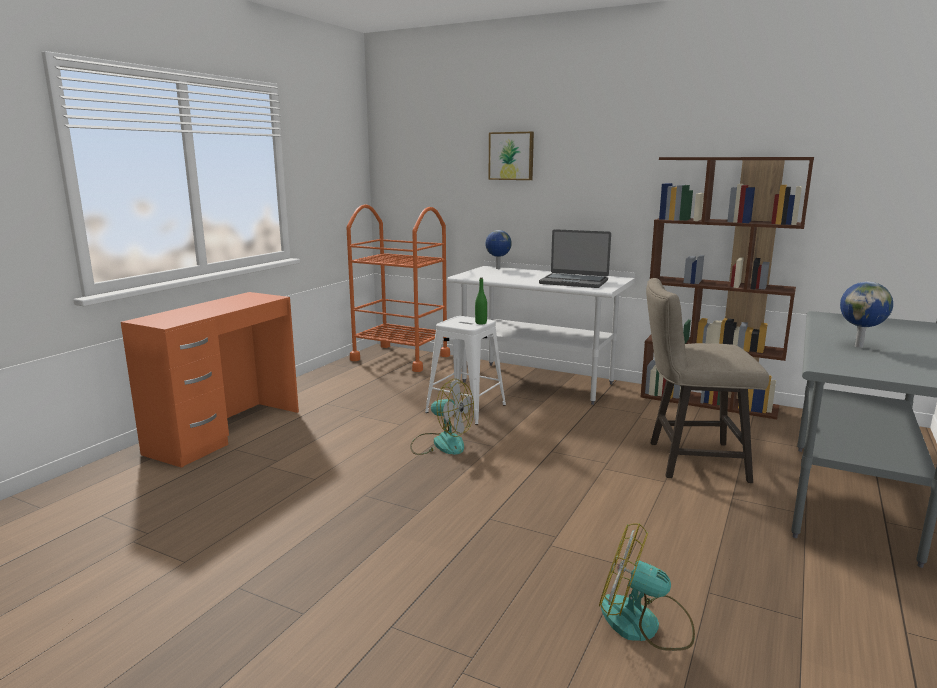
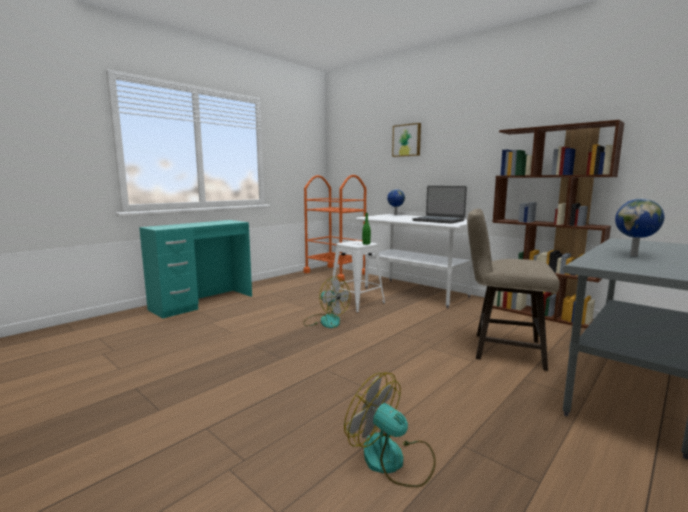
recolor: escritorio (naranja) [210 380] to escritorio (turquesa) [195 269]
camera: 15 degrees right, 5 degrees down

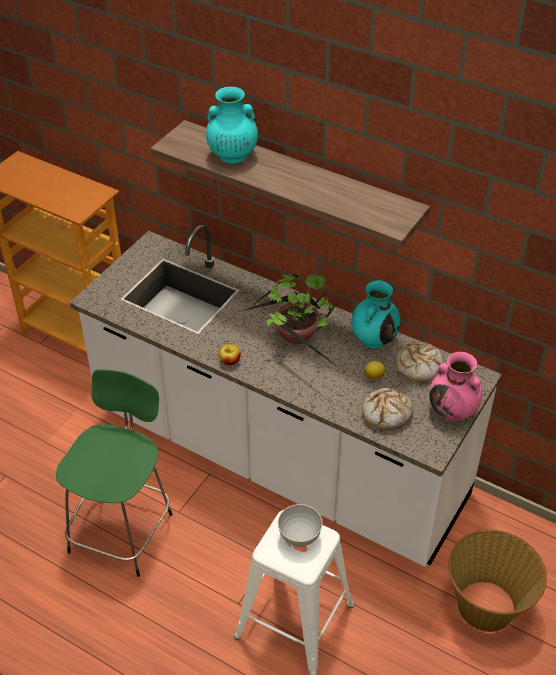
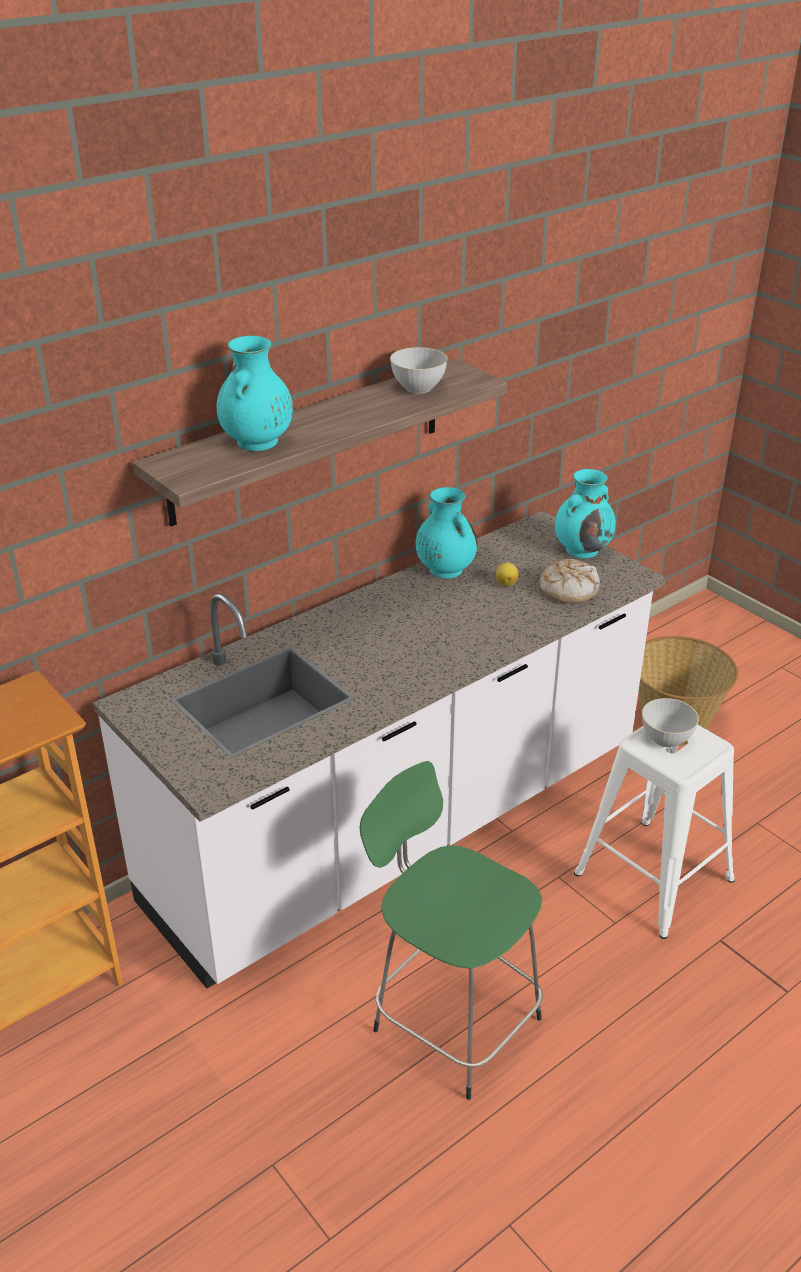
delete: planta en maceta [291 321]; pan [419 361]; manzana [230 354]
insert: cuenco (gris) [419 370]
recolor: florero (rosa) [456 386] to florero (turquesa) [585 514]
camera: 70 degrees left, 10 degrees down

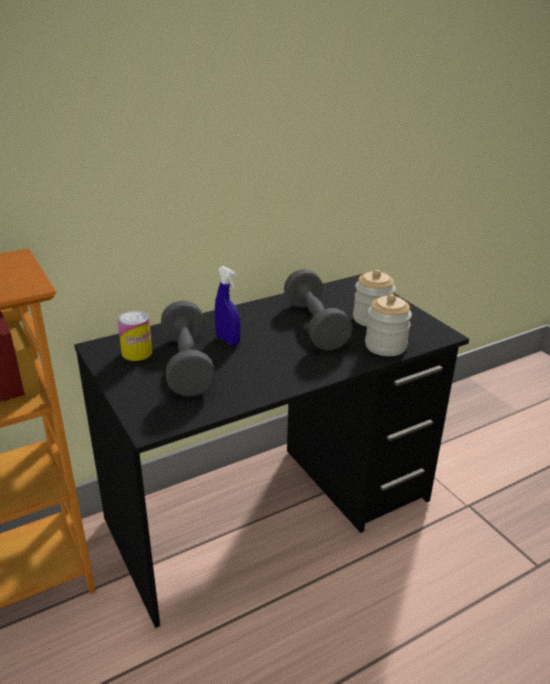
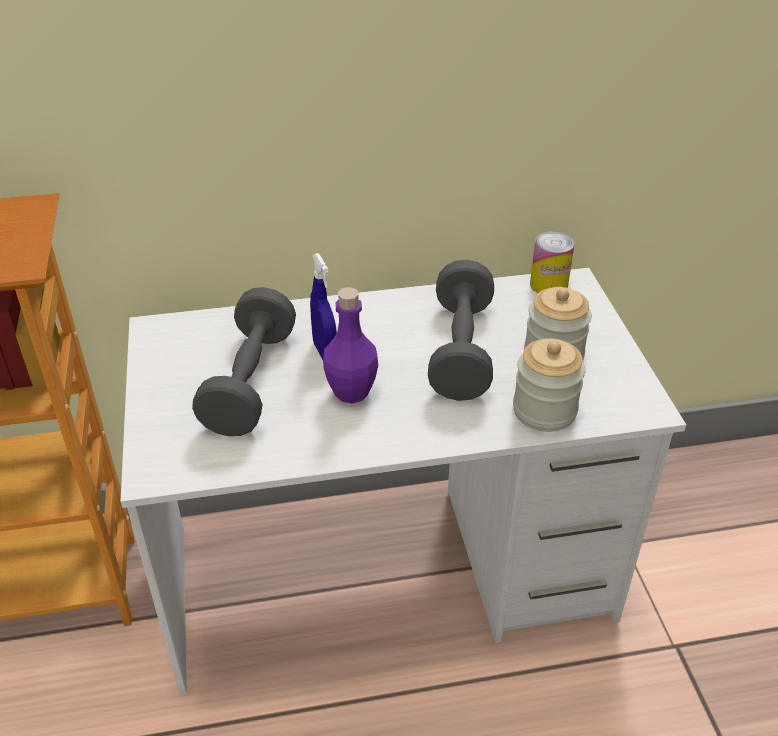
insert: botella (morado) [350 345]
move: lata [134 336] to [552 262]
recolor: escritorio (negro) [271 451] to escritorio (blanco) [403 481]
camera: 20 degrees right, 10 degrees up

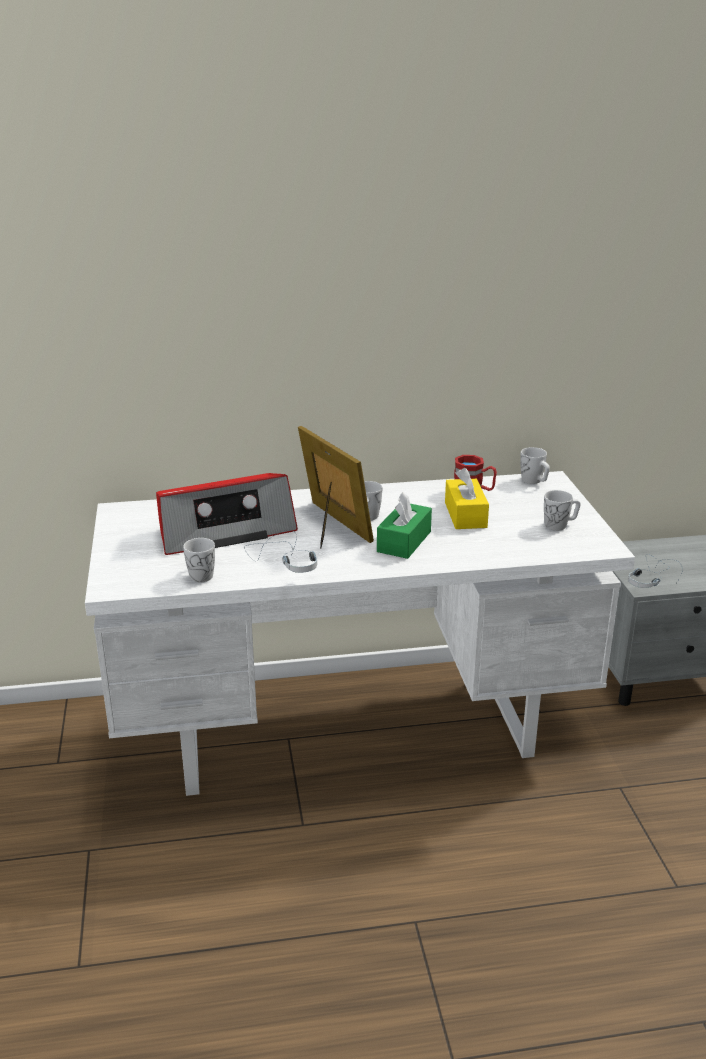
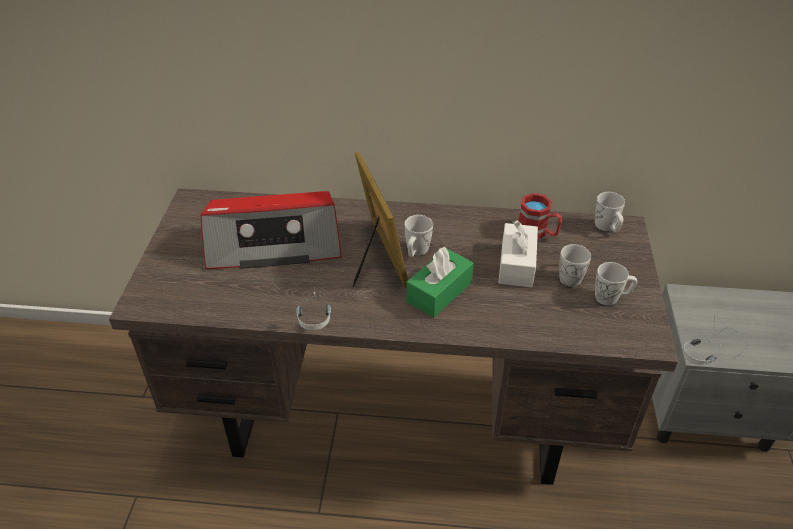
move: taza grande (blanco) [199 560] to [575 265]
recolor: caja de pañuelos (amarillo) [467 498] to caja de pañuelos (blanco) [518 253]; escritorio (blanco) [360 633] to escritorio (marrón) [393 336]
camera: 15 degrees right, 15 degrees up

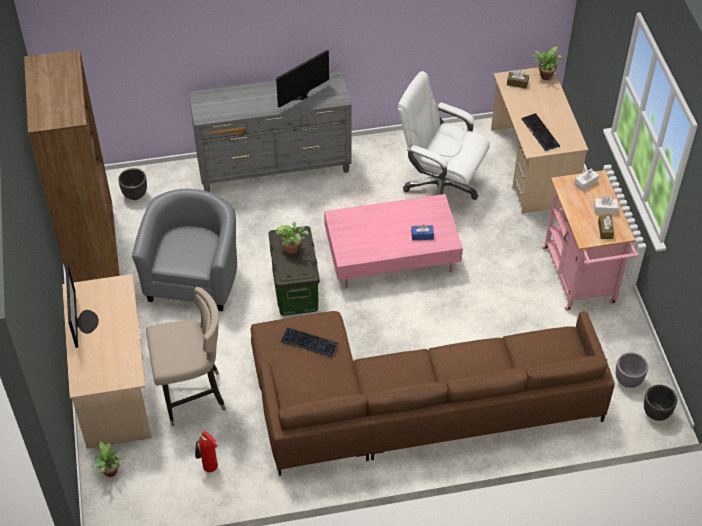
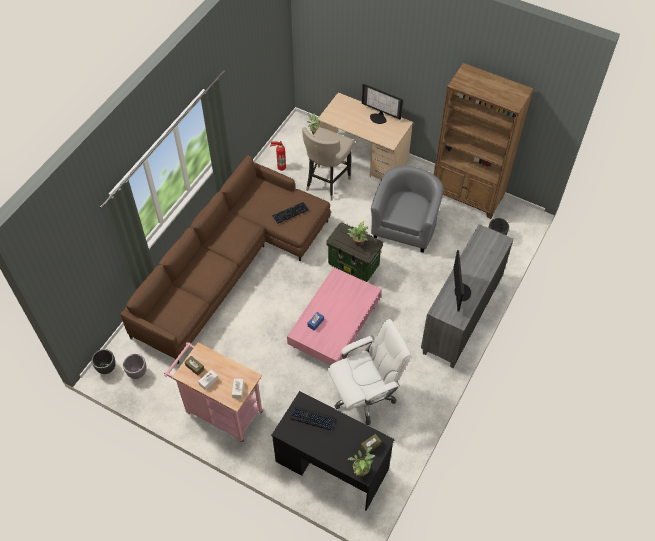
recolor: escritorio (beis) [540 140] to escritorio (negro) [333 451]
rotate: sillón (gris) [184 250] = [407 209] 120 degrees counterclockwise
camera: 130 degrees right, 5 degrees up

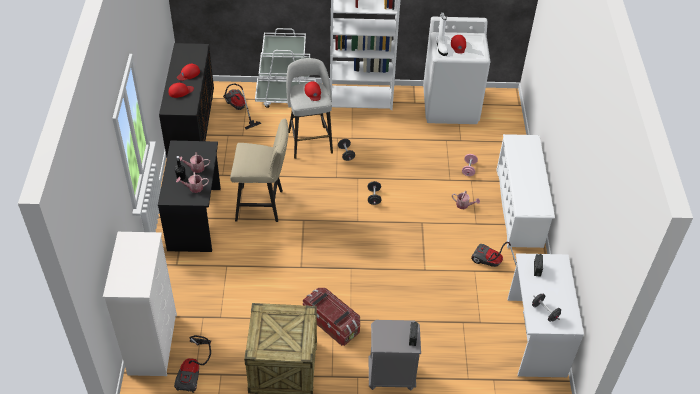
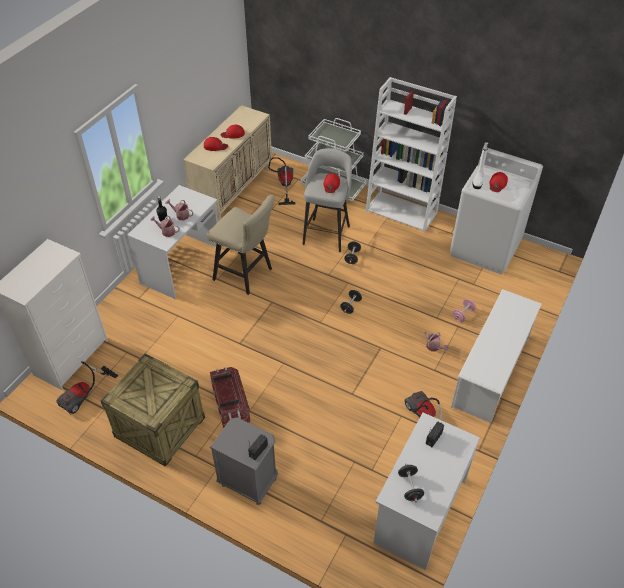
recolor: armario (negro) [186 100] to armario (beis) [227 163]; escritorio (negro) [189 196] to escritorio (blanco) [172 242]
camera: 30 degrees right, 0 degrees up

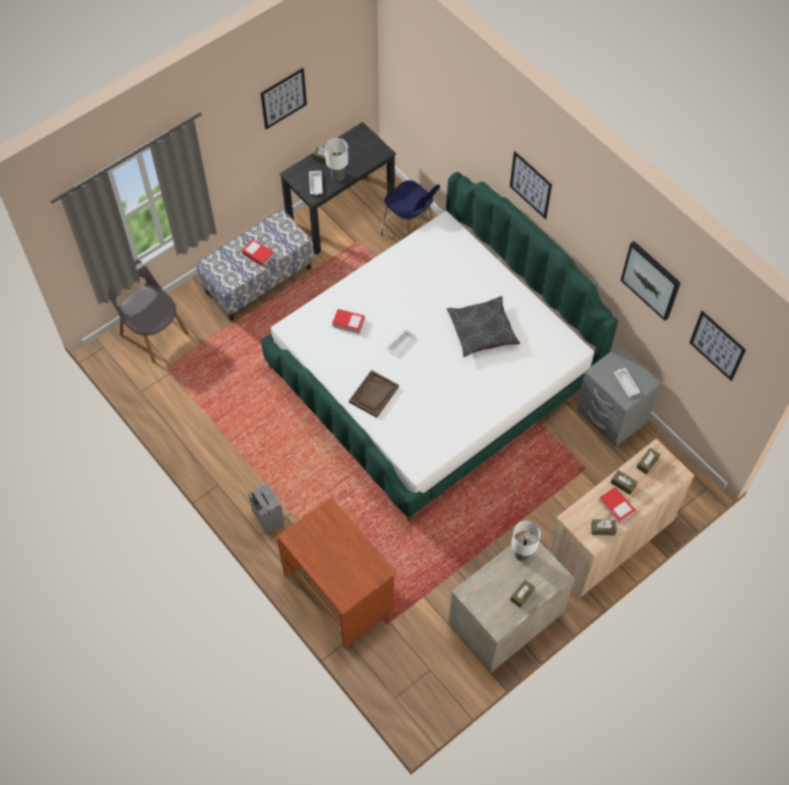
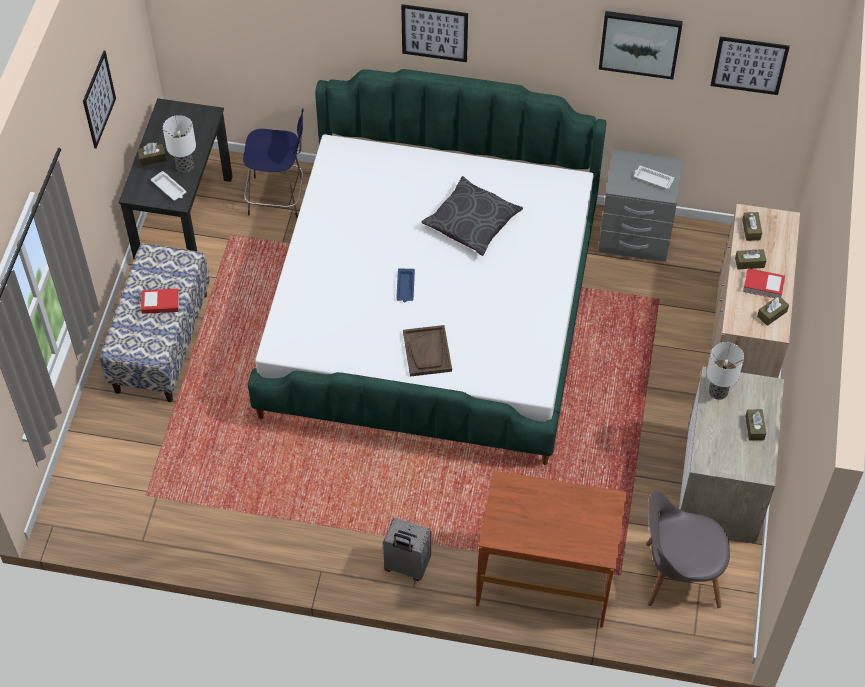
delete: libro [348 321]
move: silla (gris) [148 311] to [688 549]
recolor: bandeja (blanco) [401 342] to bandeja (azul) [405 286]
camera: 40 degrees left, 5 degrees down

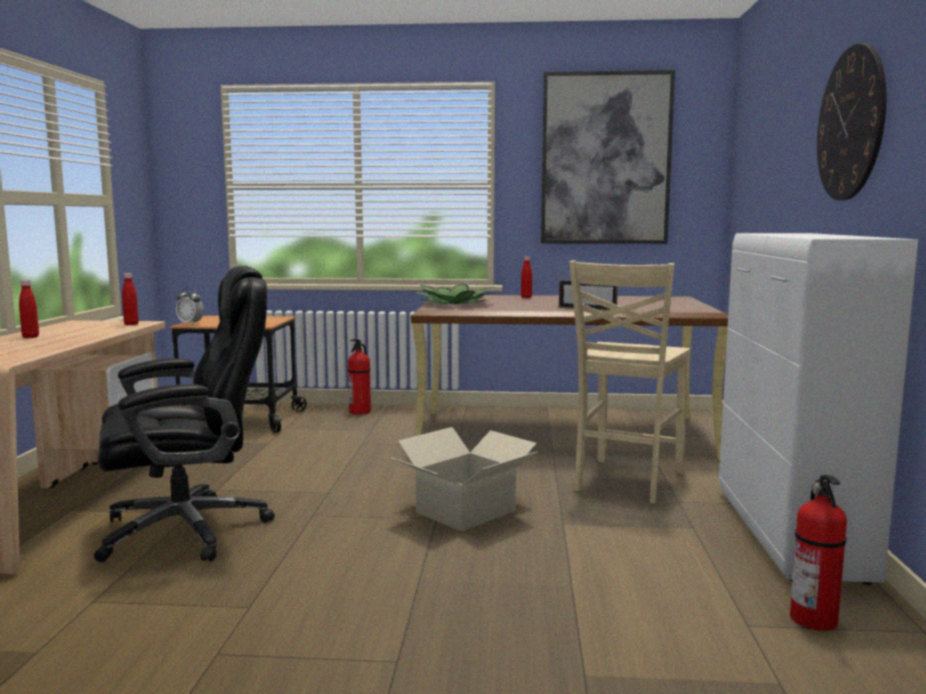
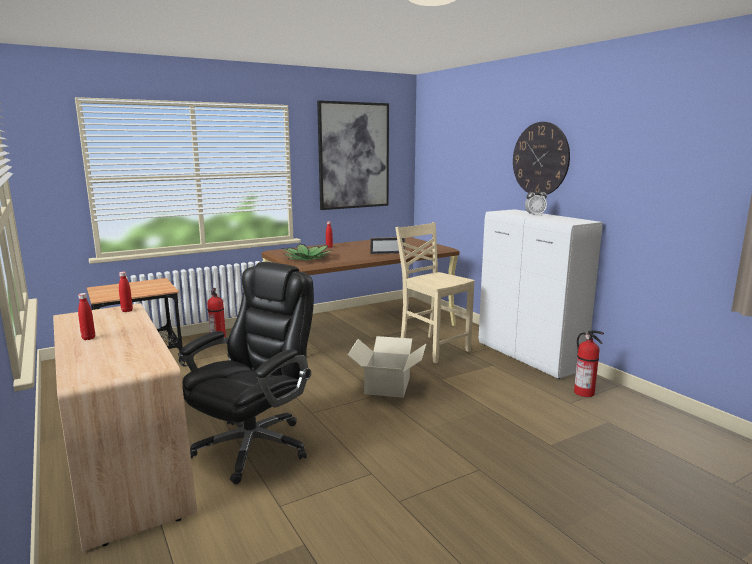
move: despertador [190 306] to [536 202]
rotate: silla (beis) [629 382] = [435 292] 150 degrees clockwise
camera: 35 degrees left, 5 degrees up

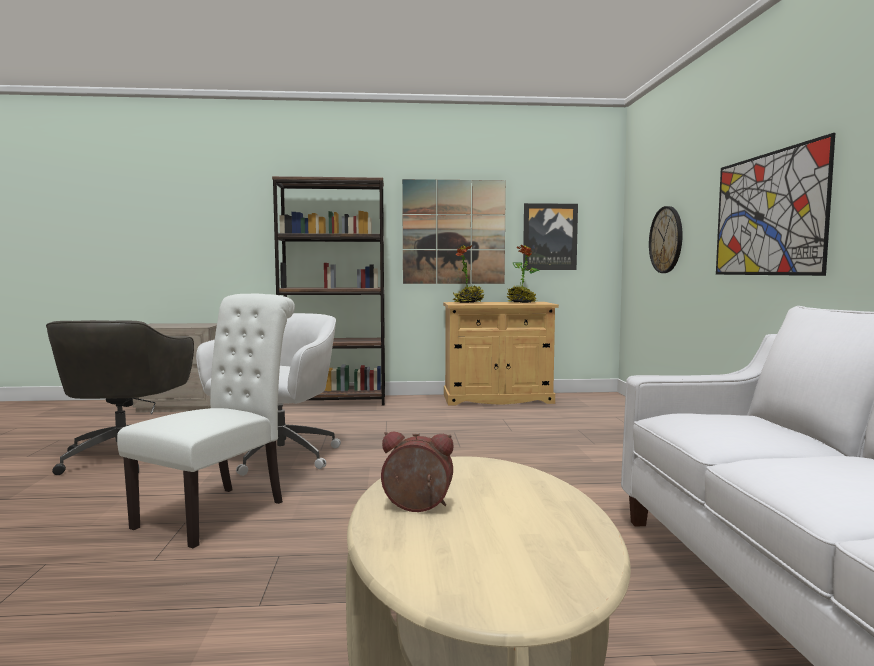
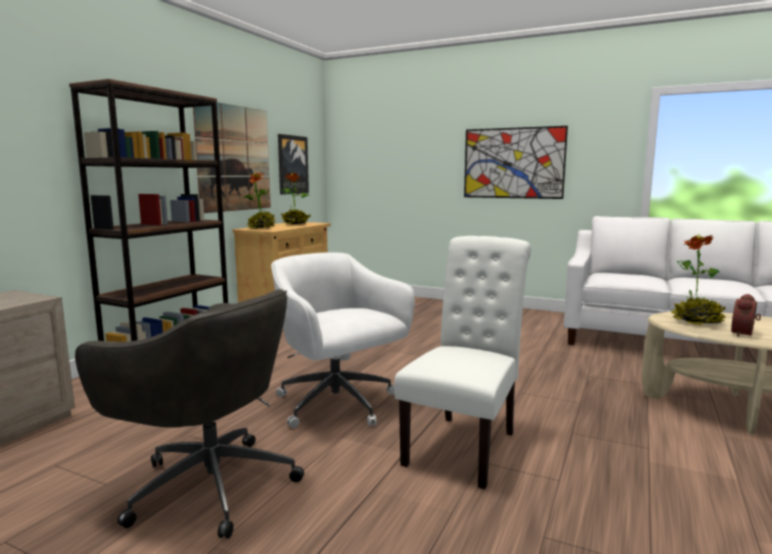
delete: reloj de pared [666 239]
insert: planta en maceta [698 280]
rotate: silla (blanco) [206 421] = [462 362] 60 degrees clockwise
camera: 60 degrees left, 5 degrees up

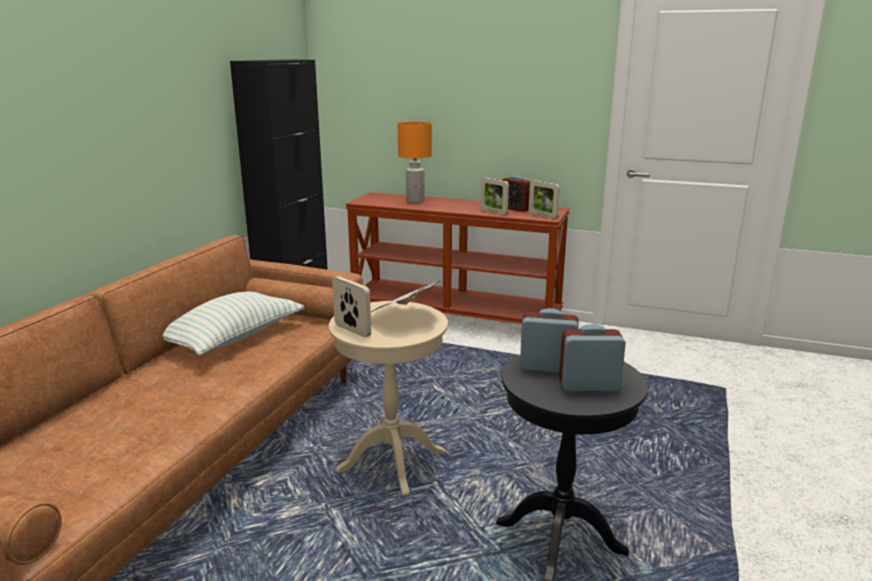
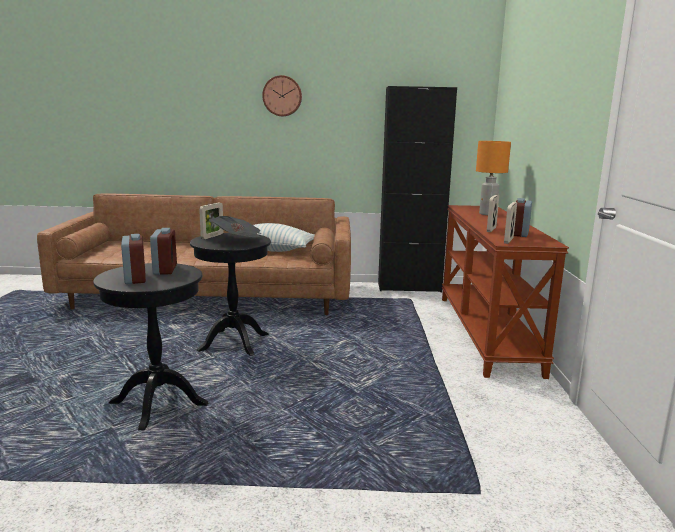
insert: reloj de pared [282 95]
recolor: mesa auxiliar (beis) [388 398] to mesa auxiliar (negro) [230 294]
camera: 70 degrees right, 5 degrees down

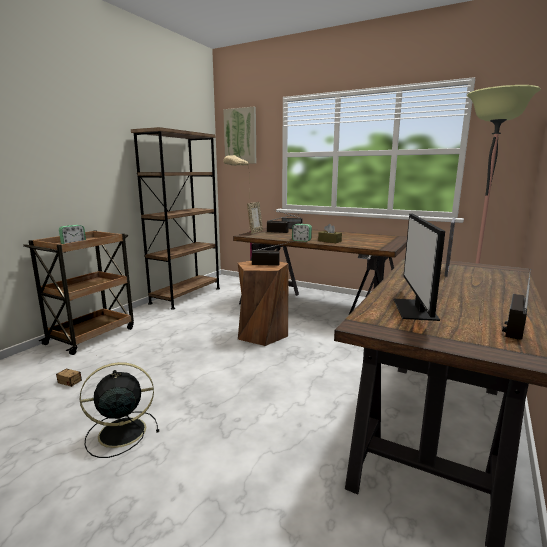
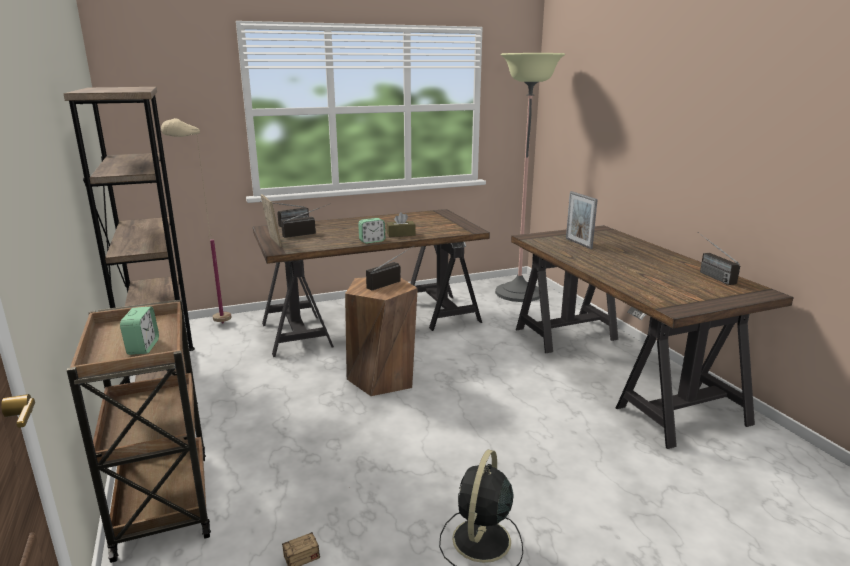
delete: cuadro [239 135]; monitor [419 267]
camera: 50 degrees left, 5 degrees up

